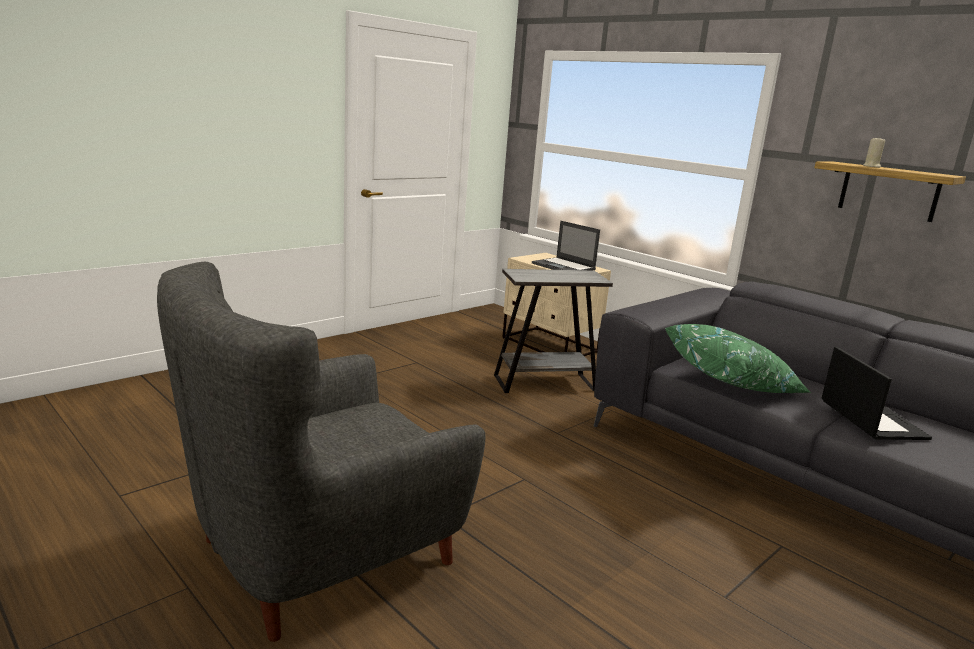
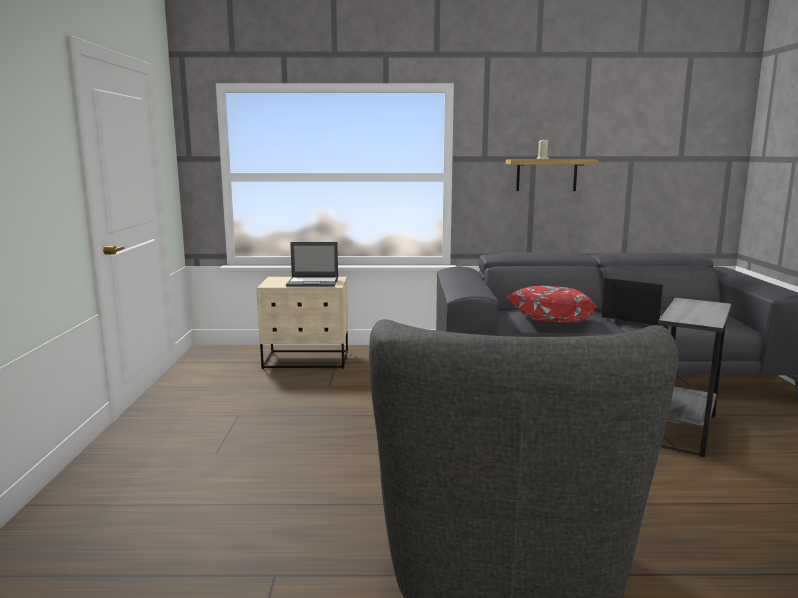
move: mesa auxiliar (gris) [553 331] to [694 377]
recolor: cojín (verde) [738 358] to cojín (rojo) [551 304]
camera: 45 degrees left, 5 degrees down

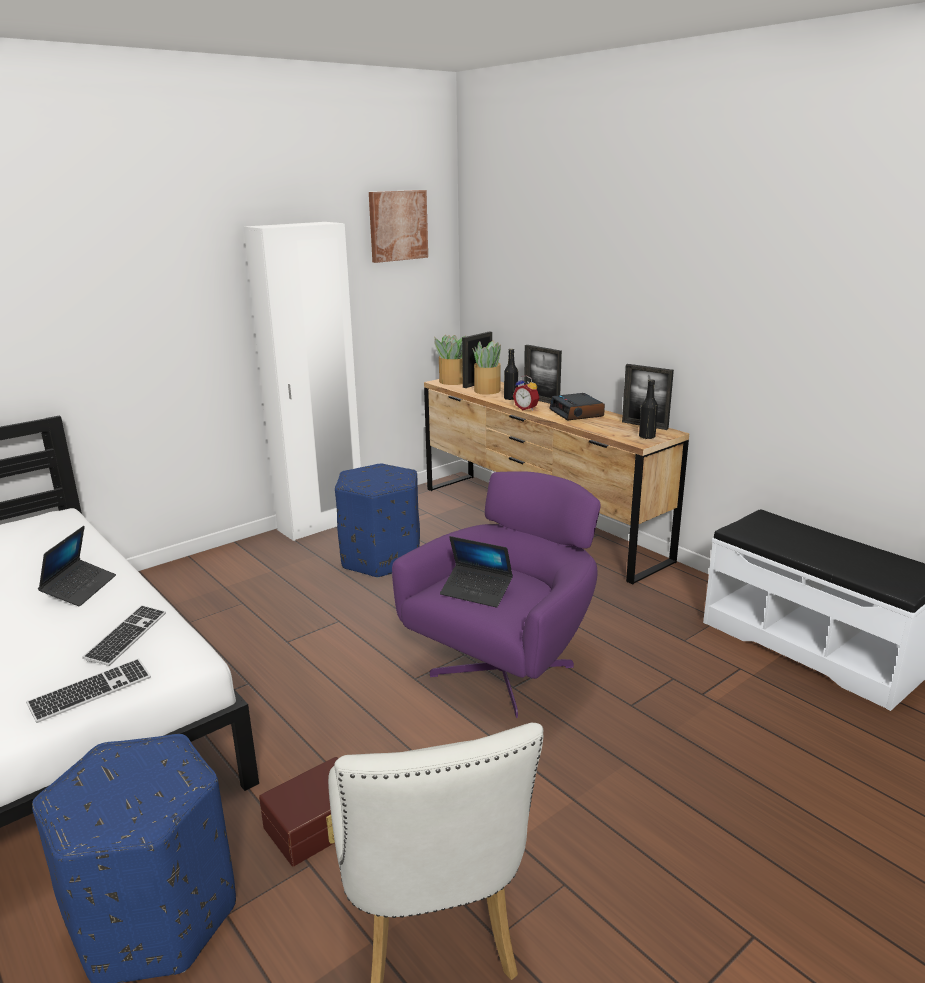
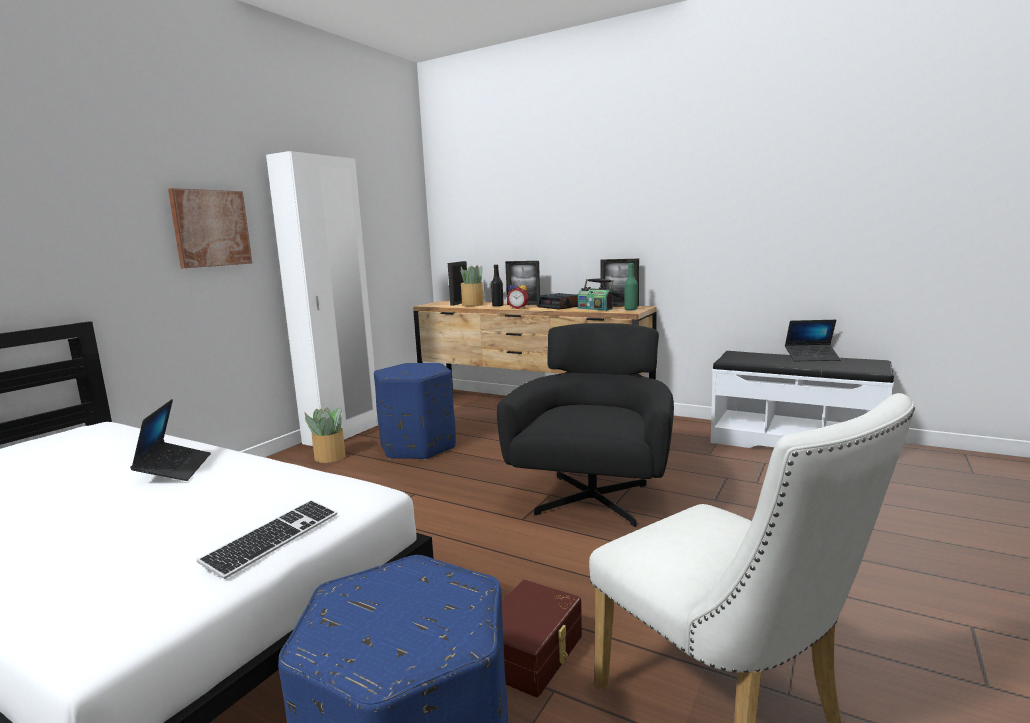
delete: teclado [124 635]
insert: radio [596 294]
move: cuadro [398 226] to [210 228]; planta en maceta [450 360] to [325 435]; portátil [476 571] to [813 340]
recolor: botella (negro) [648 409] to botella (verde) [631 287]; sillón (morado) [496 594] to sillón (negro) [585 425]
camera: 20 degrees left, 10 degrees down

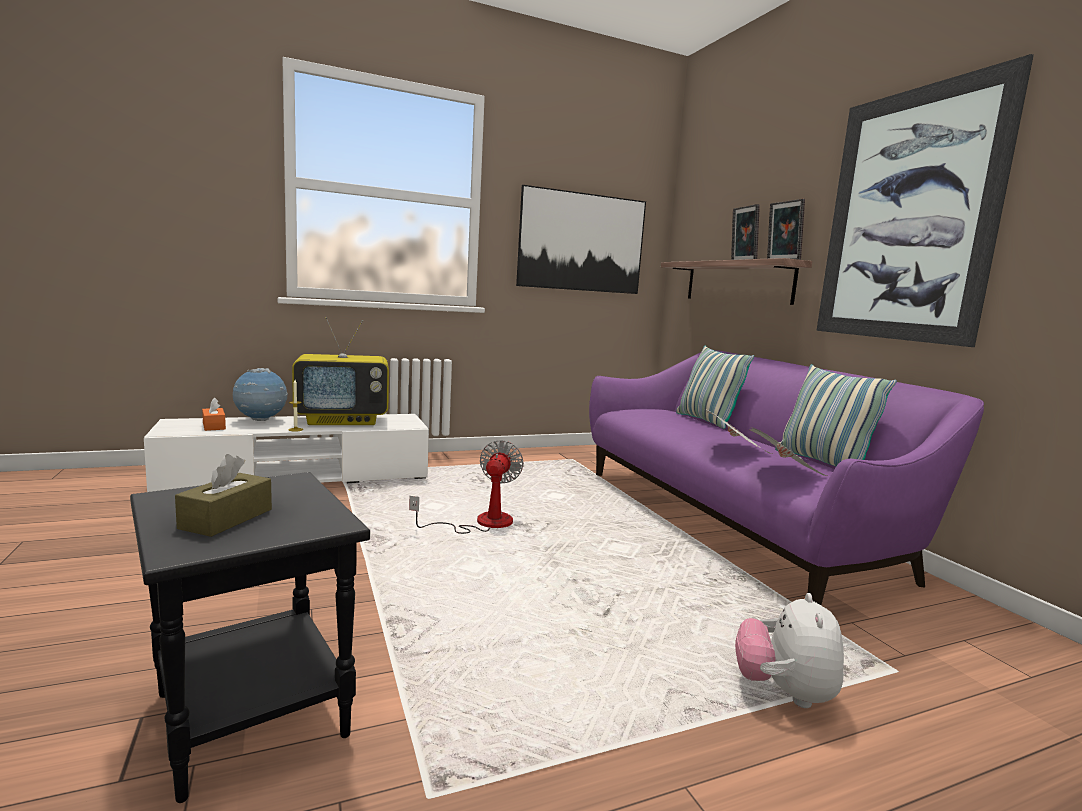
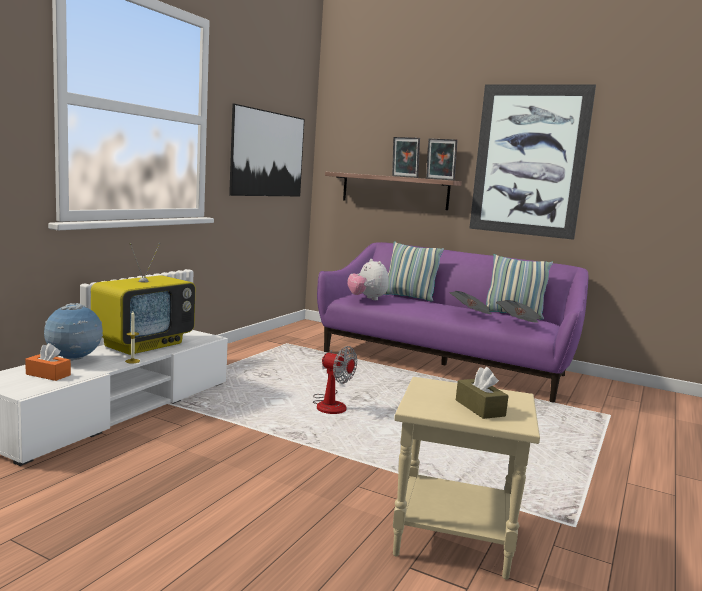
move: peluche [789 650] to [368 279]
recolor: mesa auxiliar (negro) [250 637] to mesa auxiliar (beis) [466 478]
rotate: ventilador [466 487] = [335 380] 150 degrees clockwise
camera: 40 degrees left, 0 degrees up

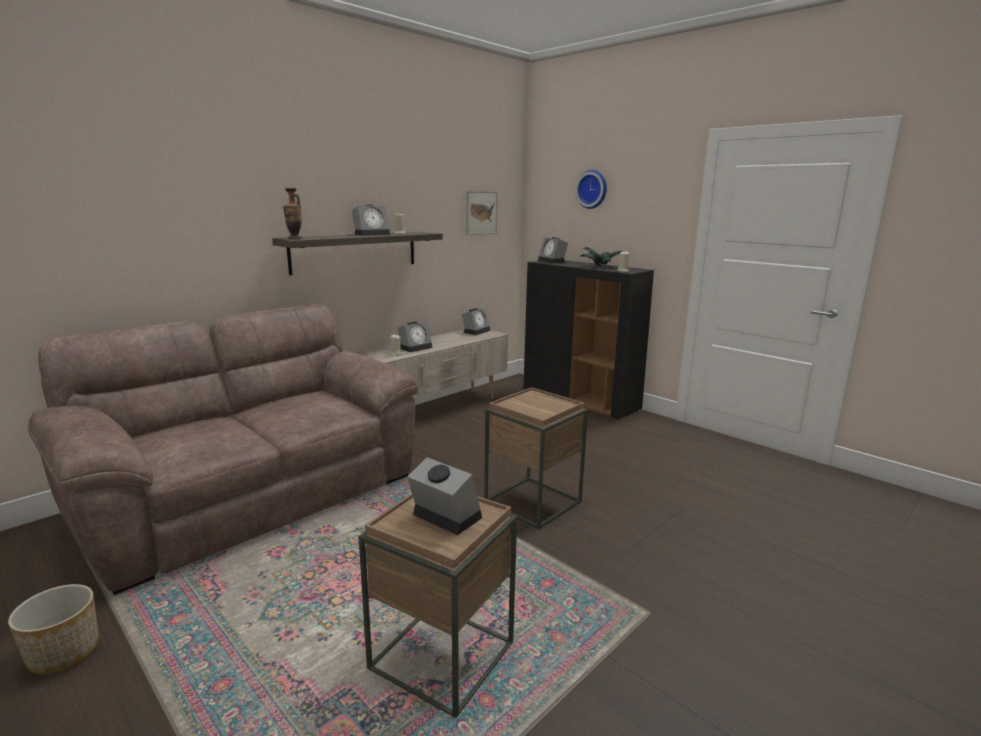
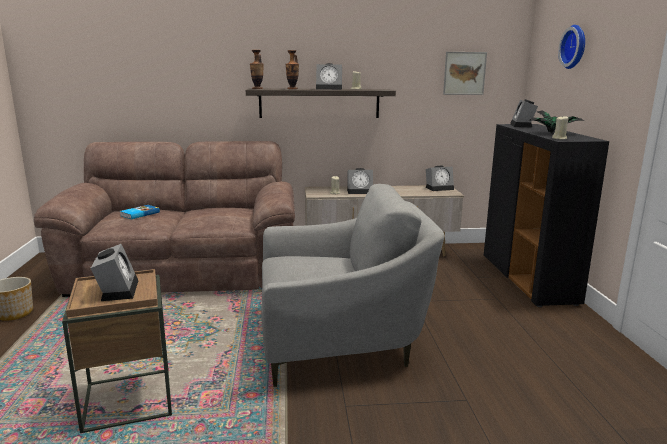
insert: florero [292 69]; libro [140 212]
replace: mesa auxiliar (marrón) [536 458] to sillón (gris) [353 285]
camera: 40 degrees right, 0 degrees up

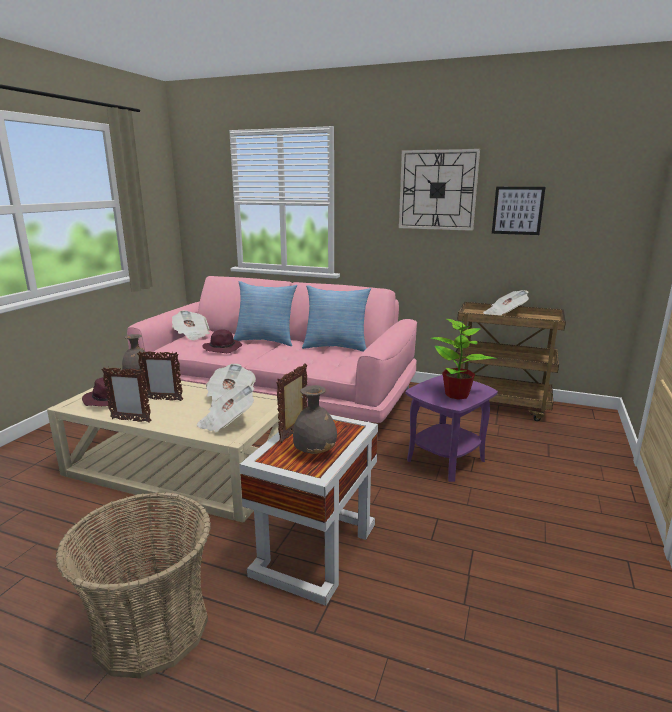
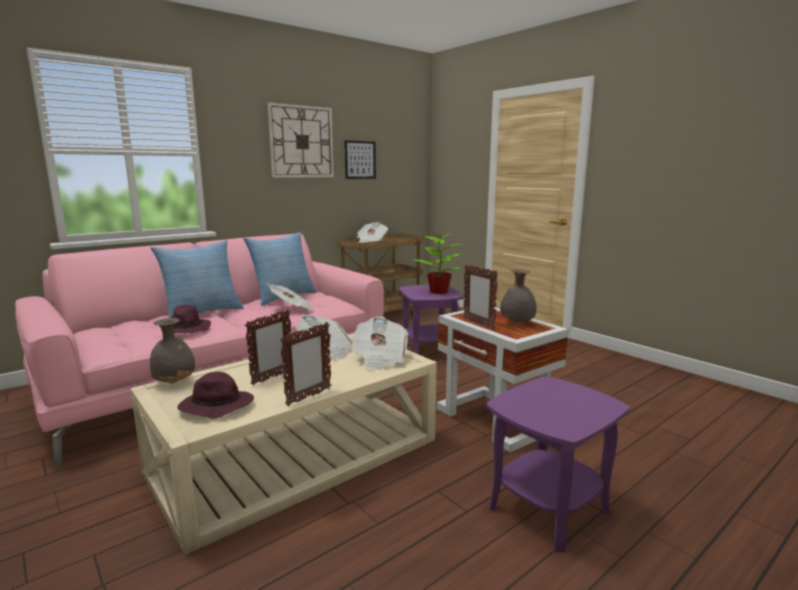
move: periódico [191 325] to [290 297]
replace: cesta [133 585] to mesa auxiliar (morado) [558 465]
camera: 60 degrees left, 5 degrees down

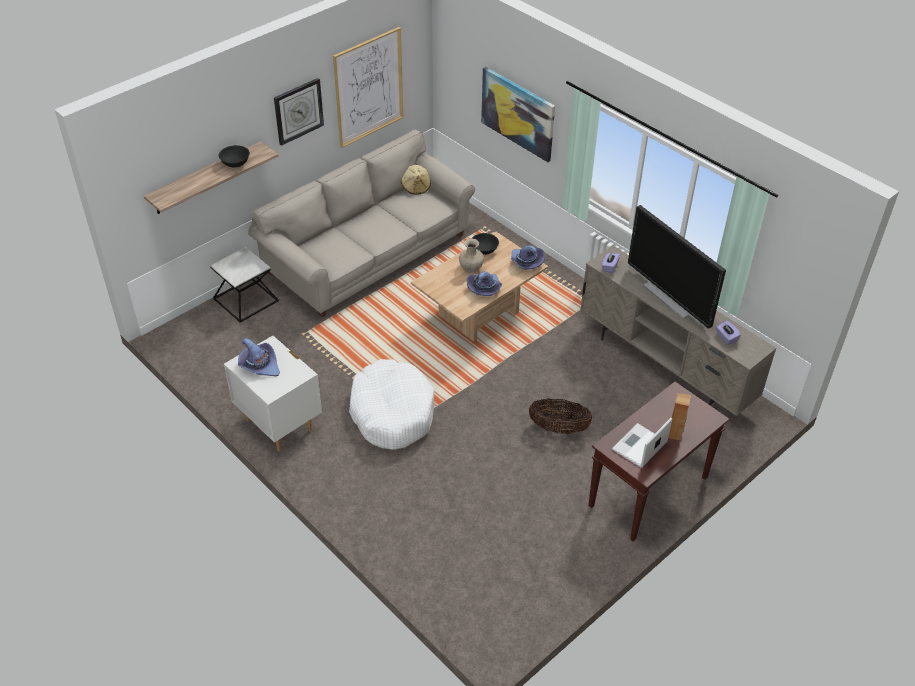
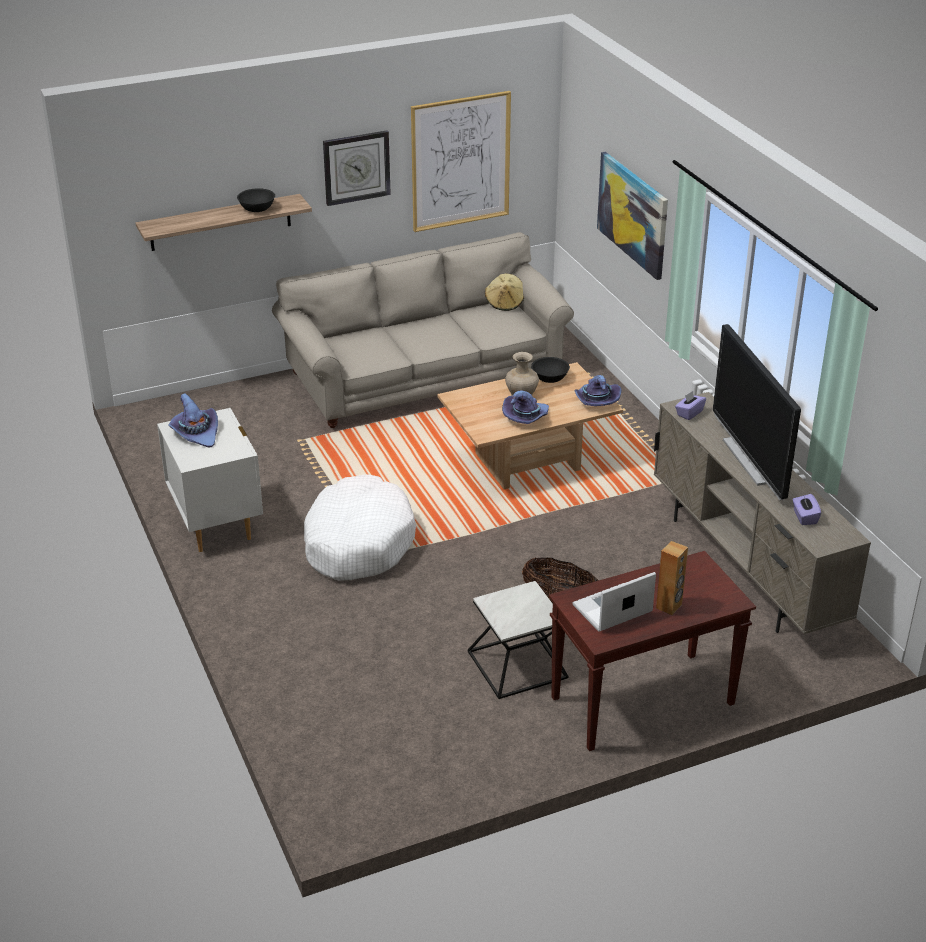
move: mesa auxiliar [244 285] to [518 640]
camera: 20 degrees right, 10 degrees down

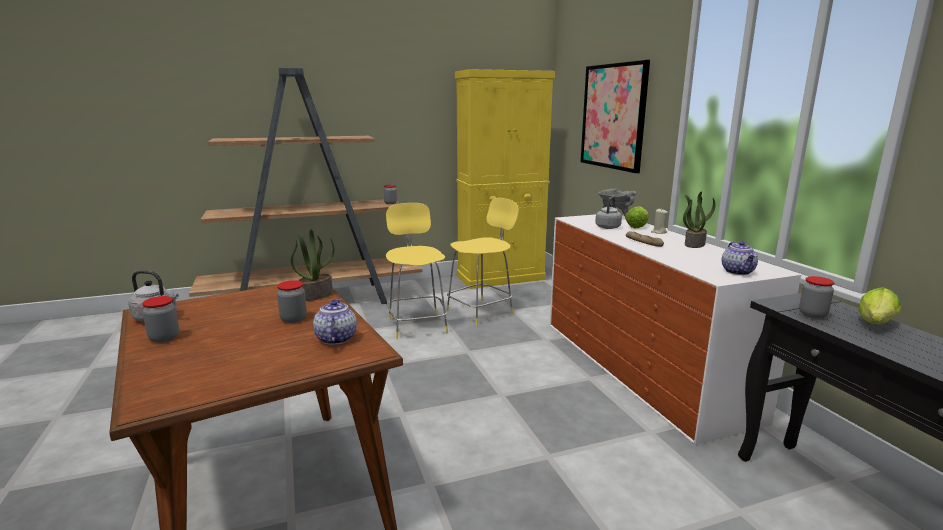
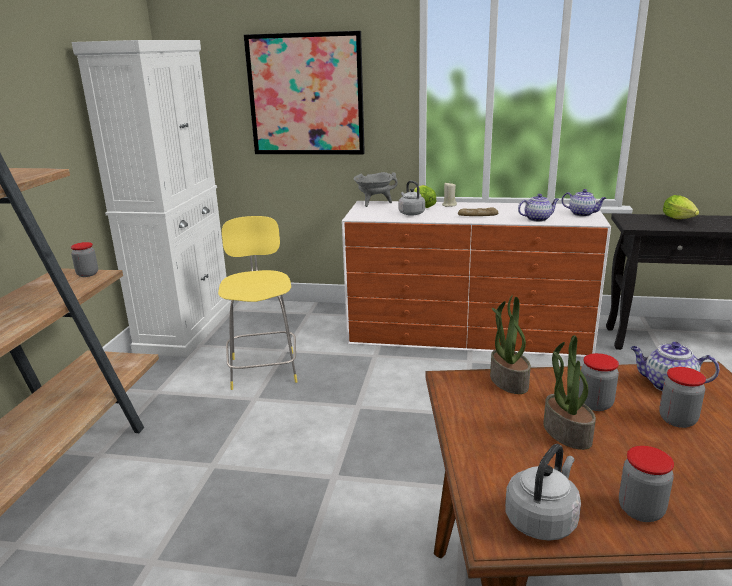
delete: taburete (amarillo) [417 271]
insert: tetera [538 208]
move: planta en maceta [699 219] to [569 392]; tarro [816 297] to [682 397]
recolor: armario (amarillo) [505 179] to armario (blanco) [151 198]
camera: 60 degrees left, 5 degrees up

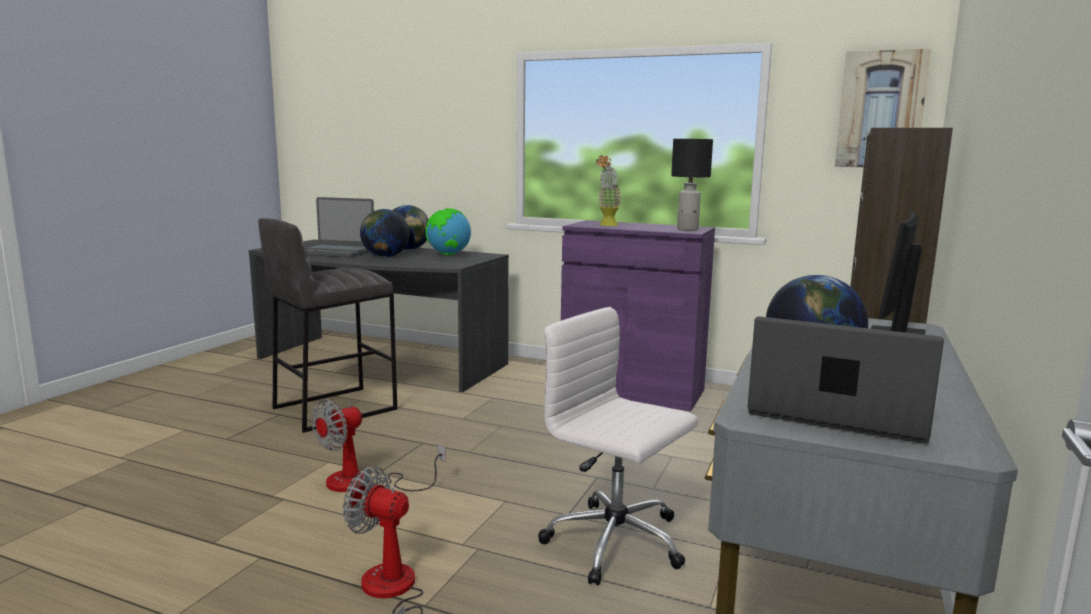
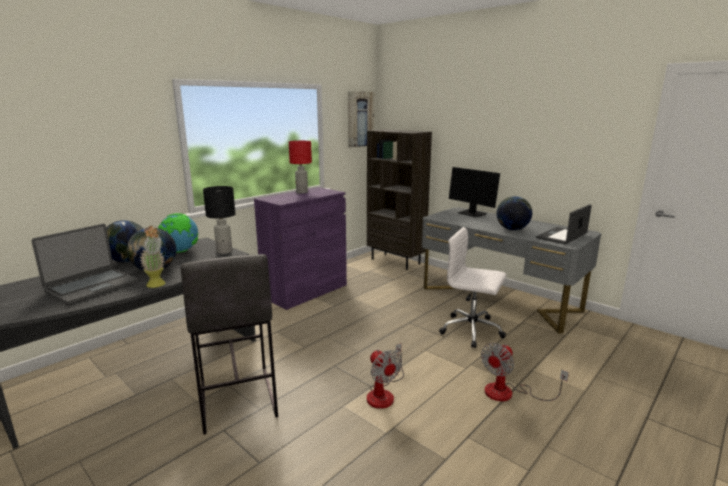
insert: lámpara de mesa (rojo) [300 167]
move: lámpara de mesa (negro) [692 185] to [219 220]; planta en maceta [608 190] to [152 257]
rotate: silla de oficina (blanco) [618 446] = [473 287] 60 degrees clockwise
camera: 70 degrees left, 5 degrees up

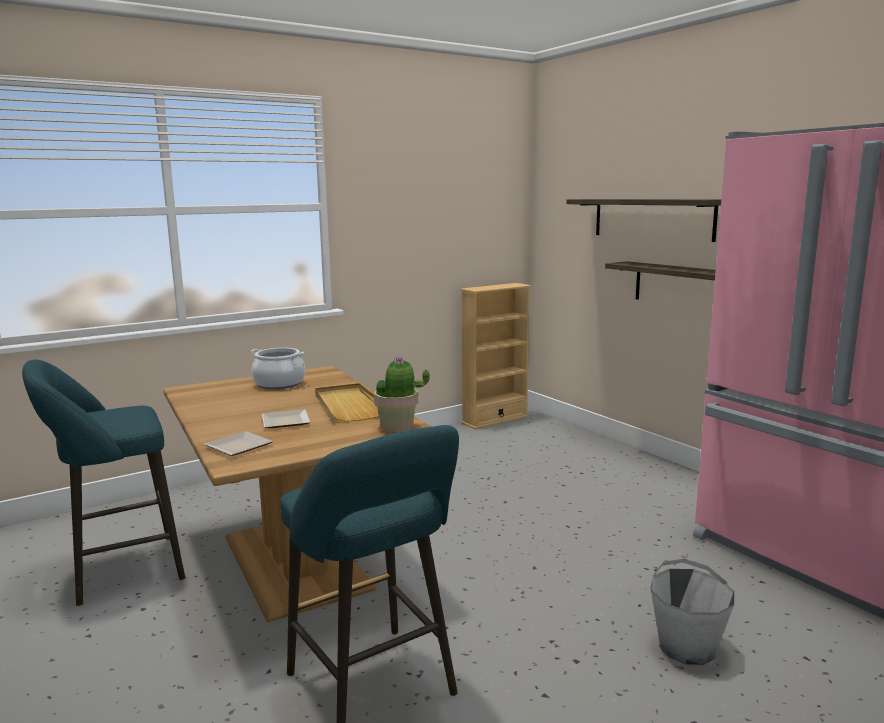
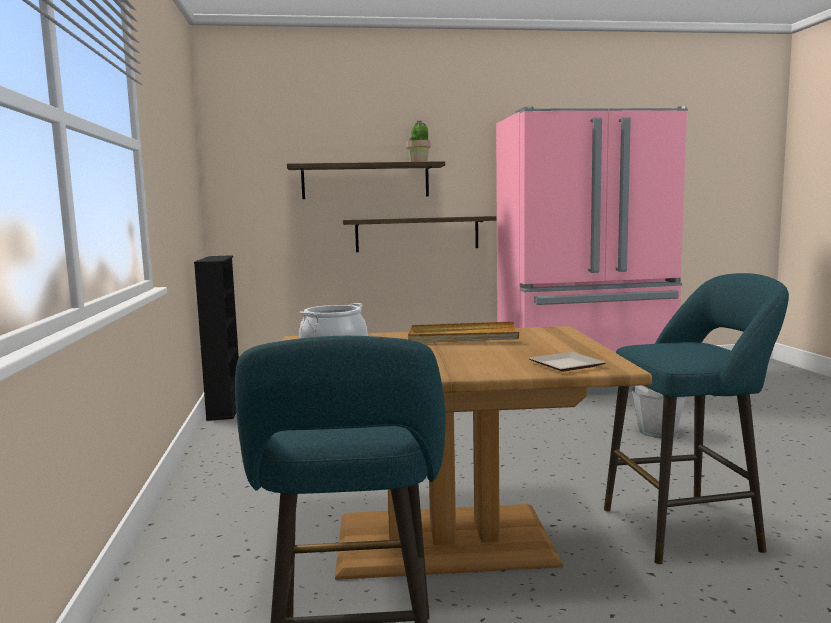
delete: plato [286 418]
move: planta en maceta [402 394] to [417 141]
recolor: estantería (beis) [496 356] to estantería (negro) [216 338]
camera: 65 degrees left, 5 degrees down

